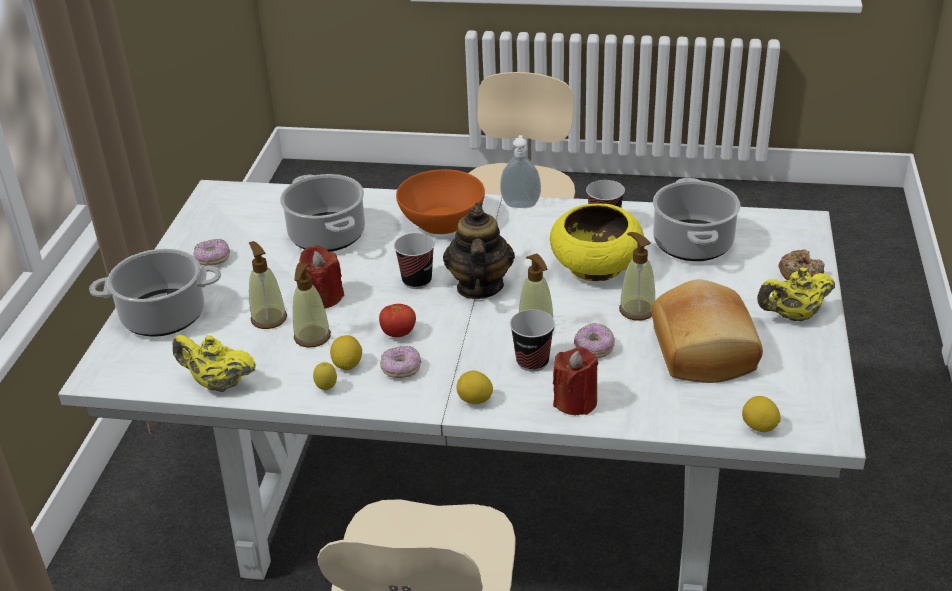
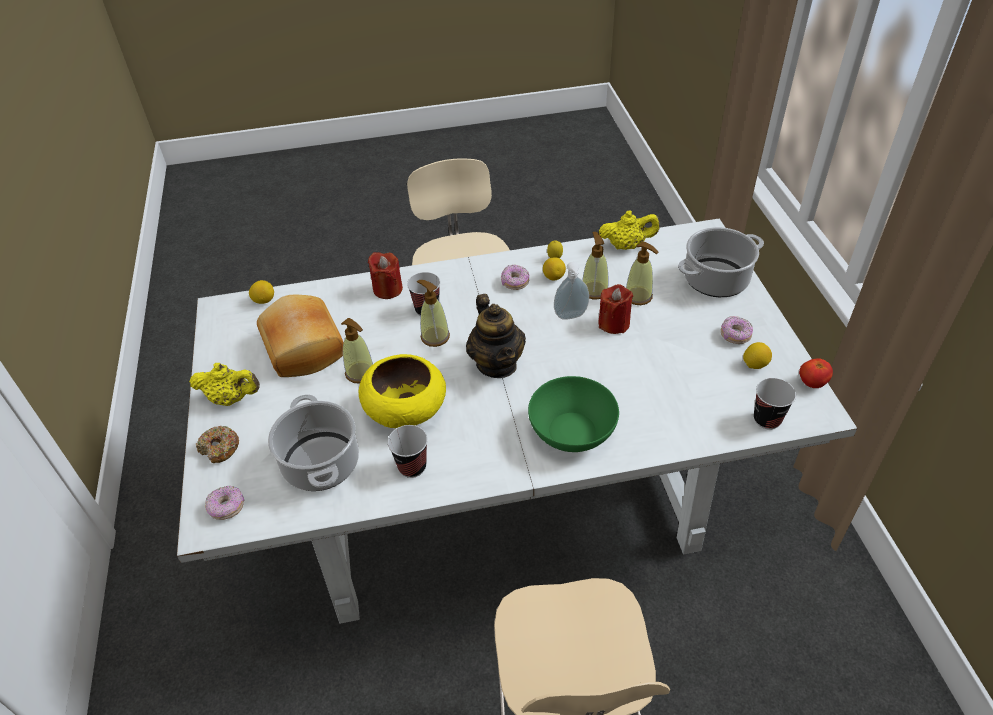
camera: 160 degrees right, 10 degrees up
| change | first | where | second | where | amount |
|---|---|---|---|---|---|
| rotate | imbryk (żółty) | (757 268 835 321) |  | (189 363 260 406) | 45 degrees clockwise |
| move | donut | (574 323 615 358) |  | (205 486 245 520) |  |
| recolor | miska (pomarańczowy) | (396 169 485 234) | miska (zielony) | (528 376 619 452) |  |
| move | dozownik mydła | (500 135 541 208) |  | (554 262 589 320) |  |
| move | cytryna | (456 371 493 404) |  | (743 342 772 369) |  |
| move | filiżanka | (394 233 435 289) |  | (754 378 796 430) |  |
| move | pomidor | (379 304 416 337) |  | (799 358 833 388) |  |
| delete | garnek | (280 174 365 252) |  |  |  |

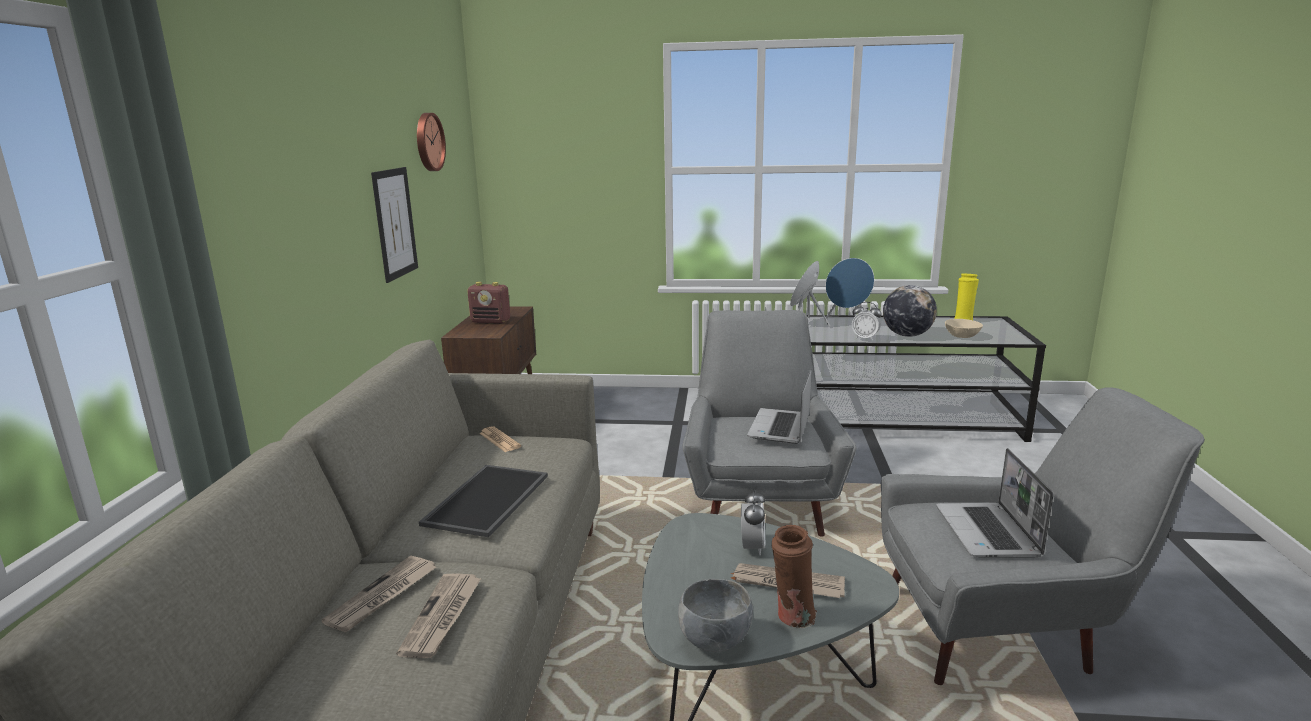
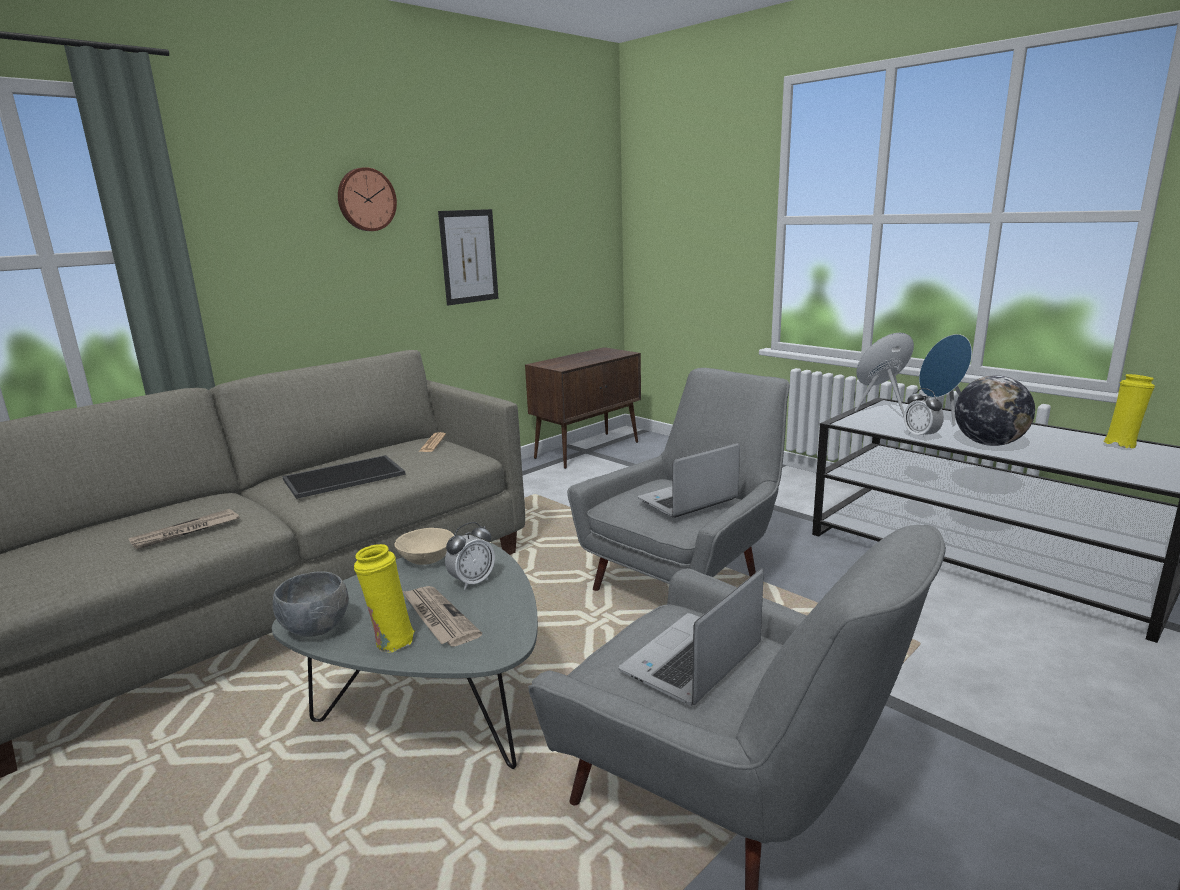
camera: 40 degrees right, 0 degrees up
| change | first | where | second | where | amount |
|---|---|---|---|---|---|
| move | zegar ścienny | (417 113 446 171) |  | (338 167 397 231) |  |
| recolor | wazon (brązowy) | (772 525 817 628) | wazon (żółty) | (354 544 415 653) |  |
| move | miska (beżowy) | (945 319 983 338) |  | (394 528 454 565) |  |
| delete | gazeta | (321 555 436 632) |  |  |  |
| delete | radio | (467 282 510 324) |  |  |  |

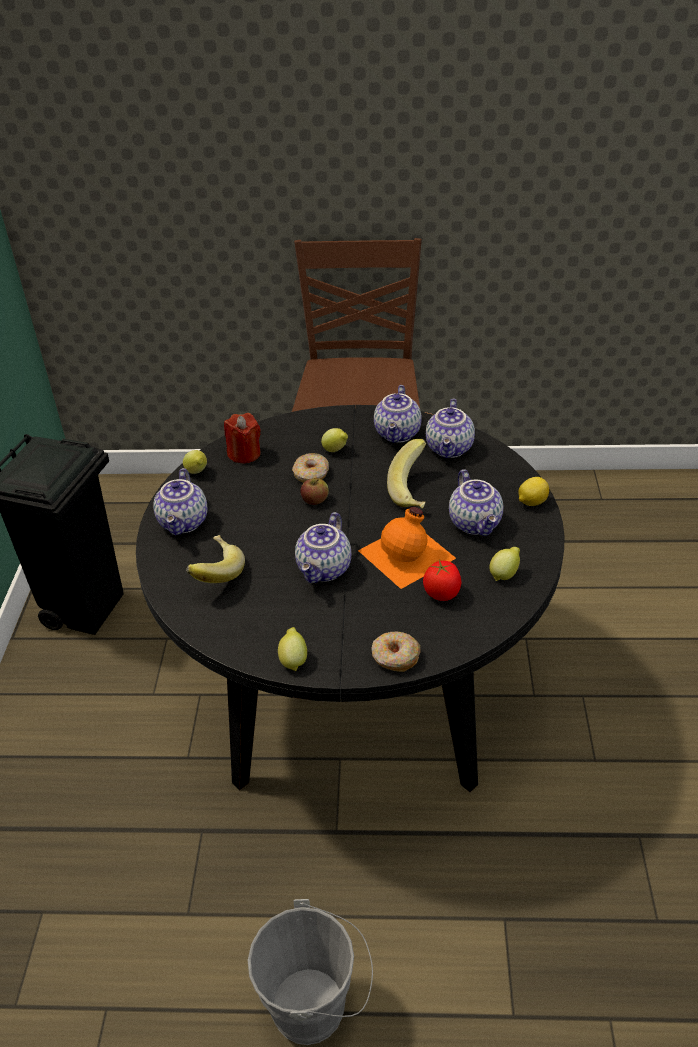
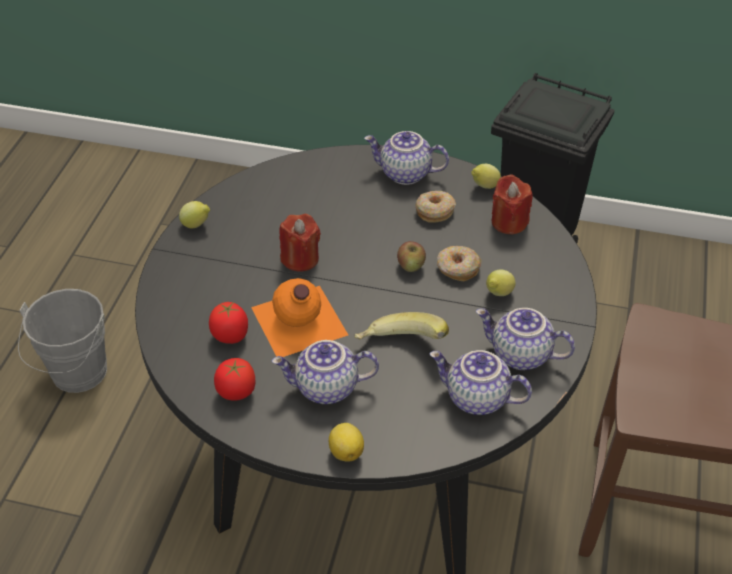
camera: 100 degrees right, 5 degrees up
| change | first | where | second | where | amount |
|---|---|---|---|---|---|
| replace | cytryna | (489 547 520 581) | pomidor | (214 358 255 401) |  |
| replace | imbryk | (295 512 351 583) | świeca (czerwony) | (279 214 321 272) |  |
| move | donut | (372 632 421 672) |  | (416 191 456 223) |  |
| delete | banan | (186 535 245 583) |  |  |  |

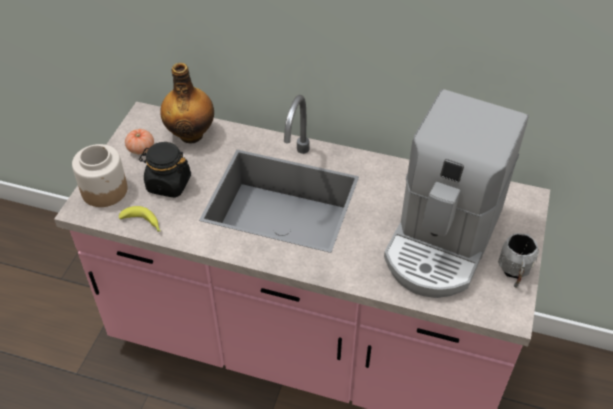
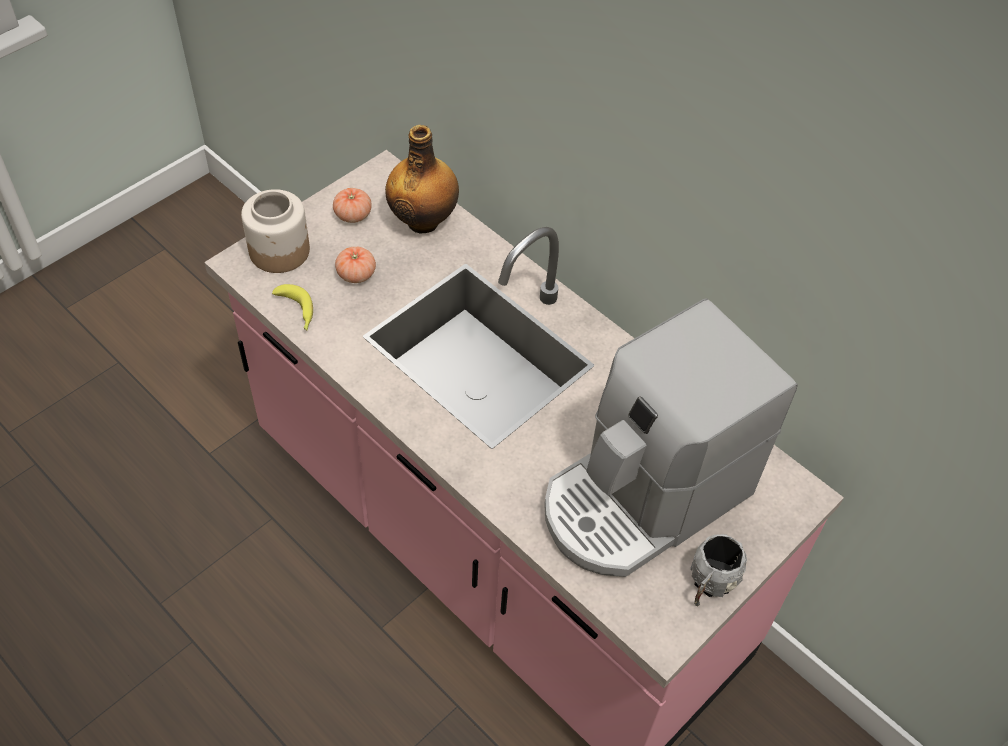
camera: 25 degrees right, 5 degrees up
| change | first | where | second | where | amount |
|---|---|---|---|---|---|
| replace | słoik (czarny) | (139 142 191 198) | pomidor | (335 247 376 283) |  |

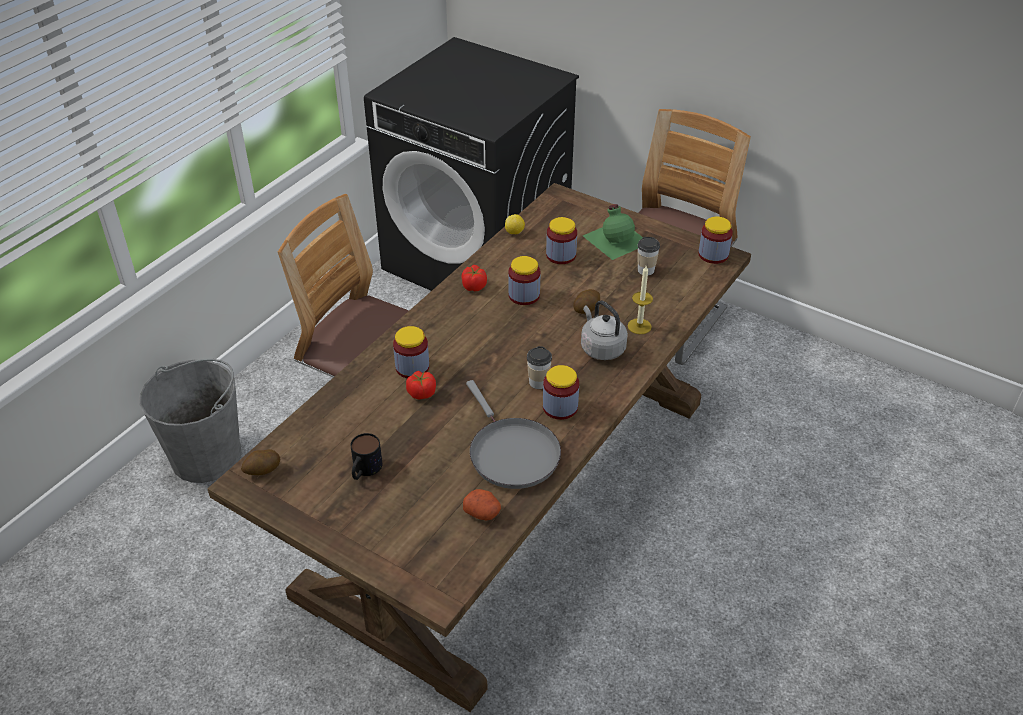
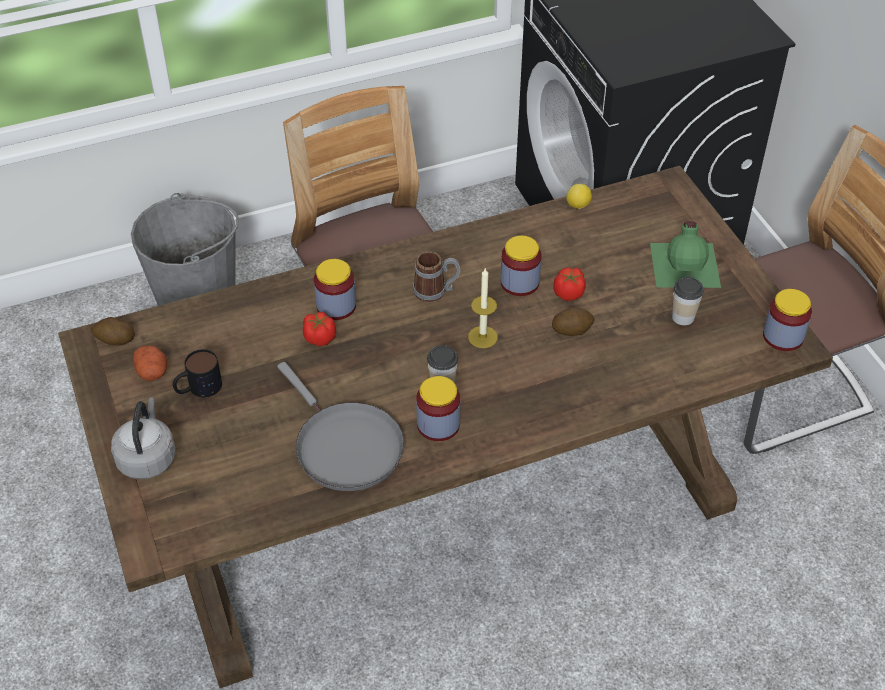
camera: 35 degrees right, 5 degrees up
| change | first | where | second | where | amount |
|---|---|---|---|---|---|
| move | czajnik (szary) | (581 301 628 360) |  | (111 398 175 479) |  |
| move | ziemniak | (463 489 501 521) |  | (133 345 168 381) |  |
| rotate | patelnia (szary) | (466 380 561 489) |  | (277 362 404 491) | 45 degrees counterclockwise |
| insert |  |  | kubek | (413 251 460 302) |  |
| move | świeca | (628 266 653 334) |  | (468 267 498 348) |  |
| move | pomidor | (462 265 487 291) |  | (554 267 586 301) |  |
| delete | słoik | (546 217 577 264) |  |  |  |

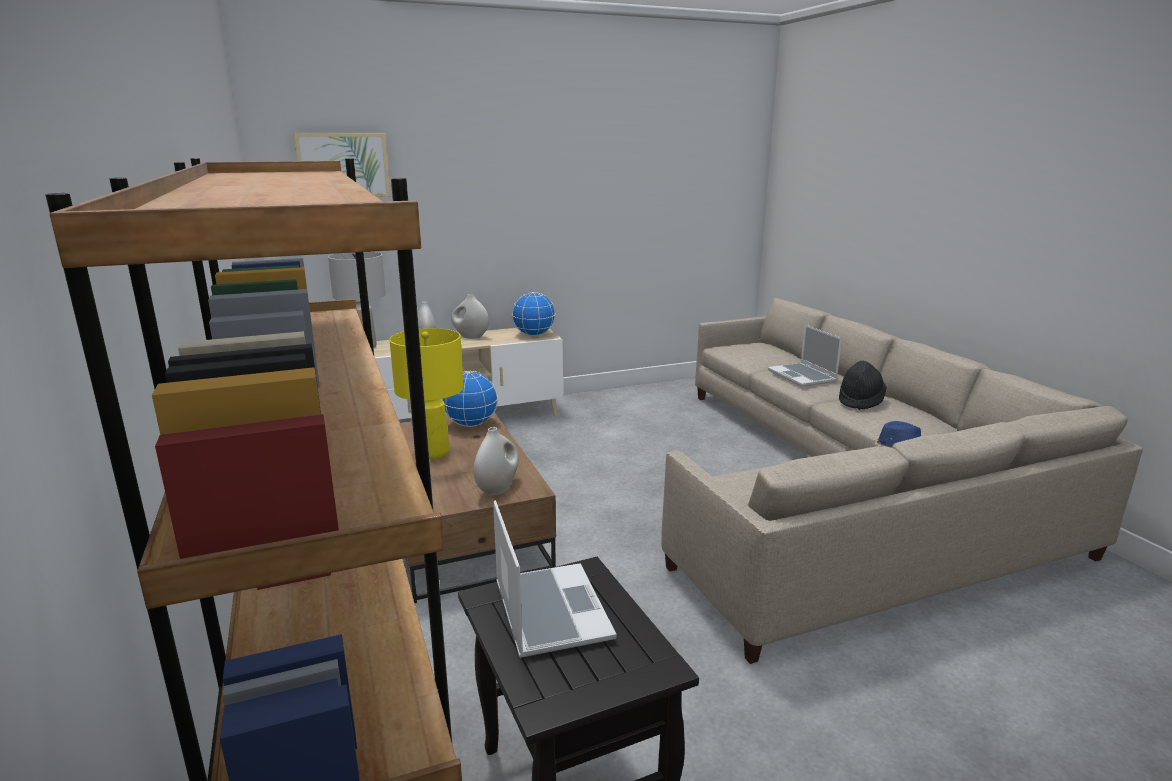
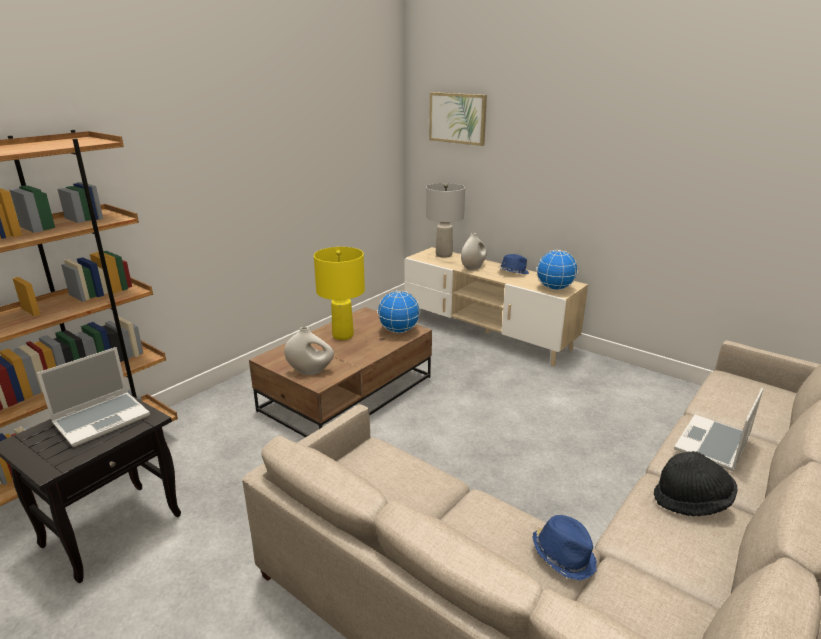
camera: 60 degrees right, 5 degrees up
| change | first | where | second | where | amount |
|---|---|---|---|---|---|
| replace | wazon (biały) | (451 294 489 339) | kapelusz (niebieski) | (498 254 529 274) |  |

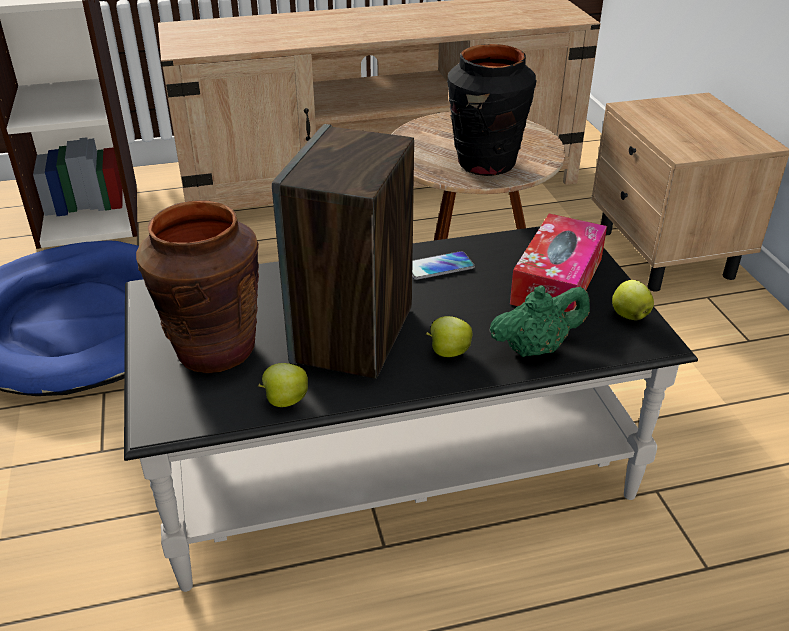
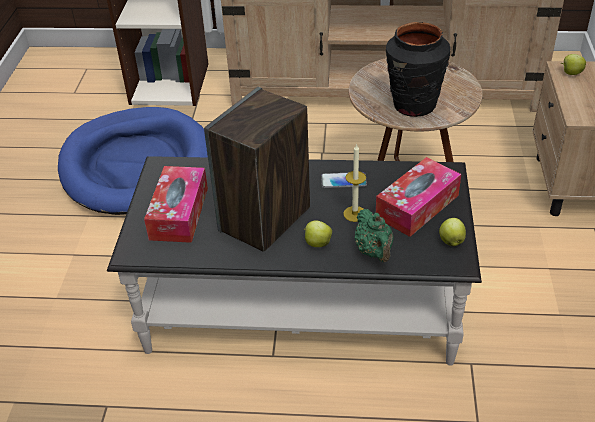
camera: 20 degrees right, 5 degrees up
| change | first | where | second | where | amount |
|---|---|---|---|---|---|
| replace | wazon (brązowy) | (136 200 259 373) | pudełko chusteczek | (144 166 208 243) |  |
| insert |  |  | świeca | (343 144 366 222) |  |
| rotate | imbryk (zielony) | (489 285 590 357) |  | (355 209 394 262) | 75 degrees clockwise |
| move | jabłko | (258 363 308 407) |  | (561 54 586 75) |  |

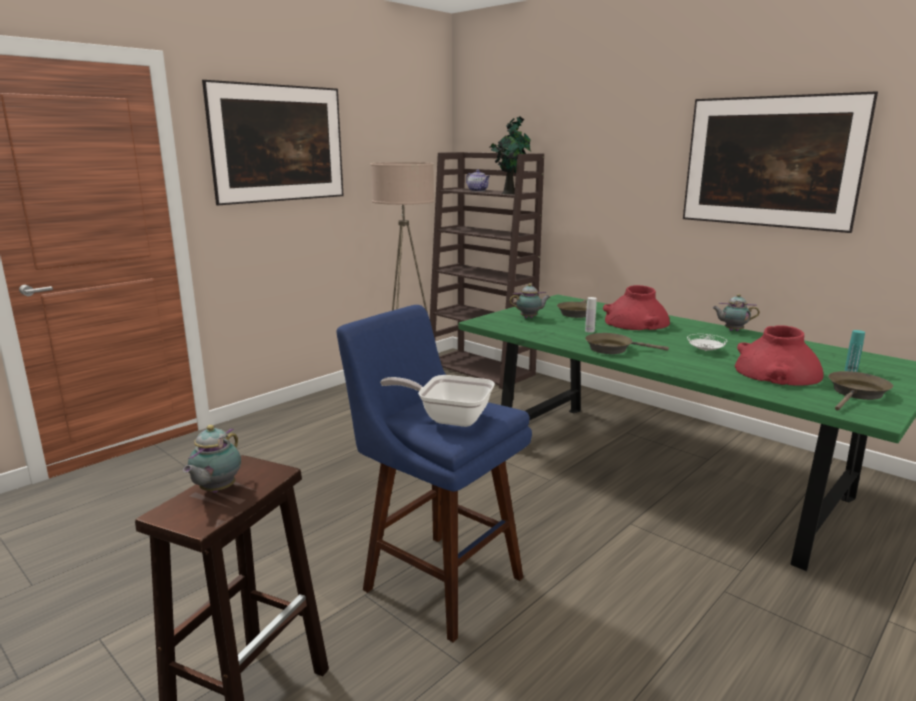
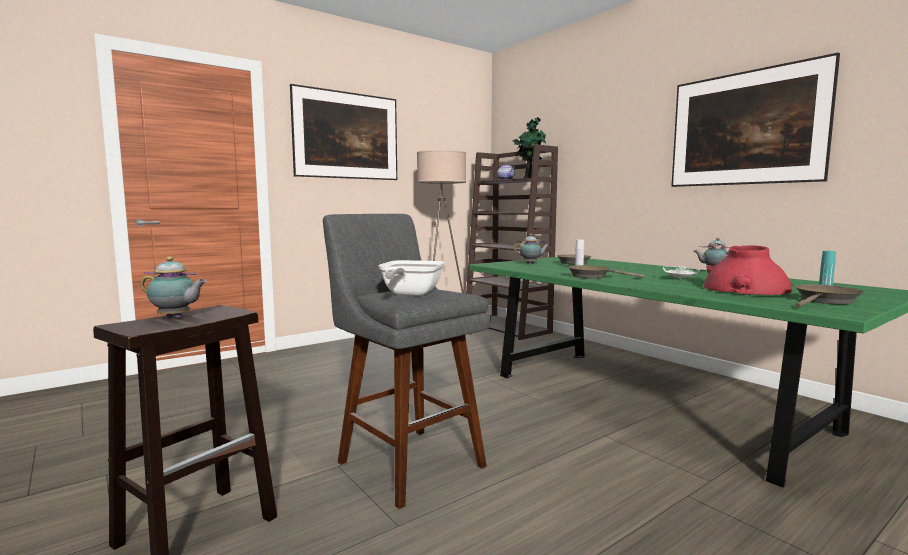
camera: 10 degrees right, 10 degrees down
| change | first | where | second | where | amount |
|---|---|---|---|---|---|
| rotate | imbryk | (183 425 241 493) |  | (141 257 207 318) | 105 degrees counterclockwise |
| recolor | stołek (niebieski) | (336 305 532 643) | stołek (szary) | (323 214 491 509) |  |
| rotate | patelnia | (380 375 495 427) |  | (378 260 445 296) | 105 degrees counterclockwise |
| delete | wazon (czerwony) | (603 285 670 330) |  |  |  |

